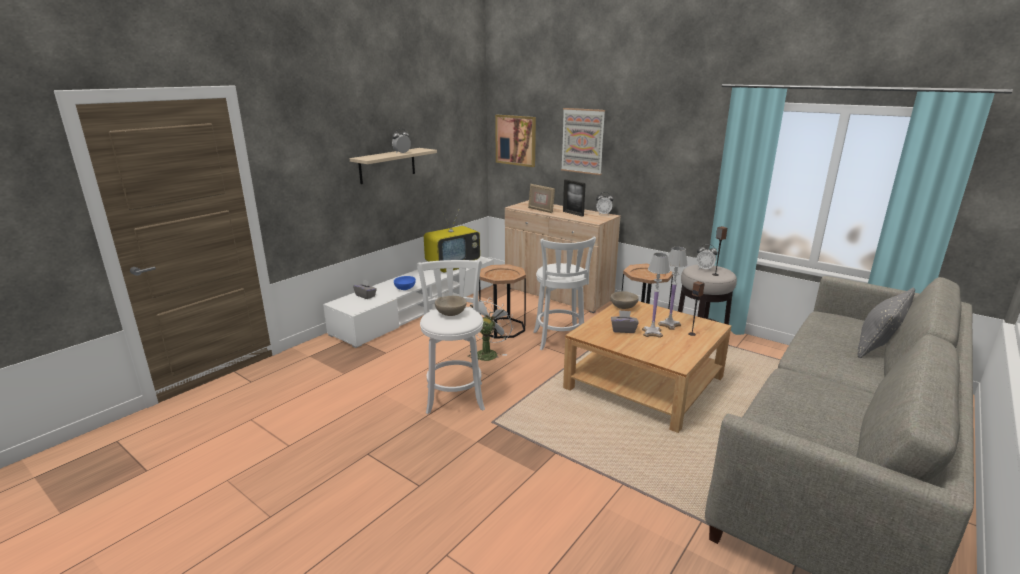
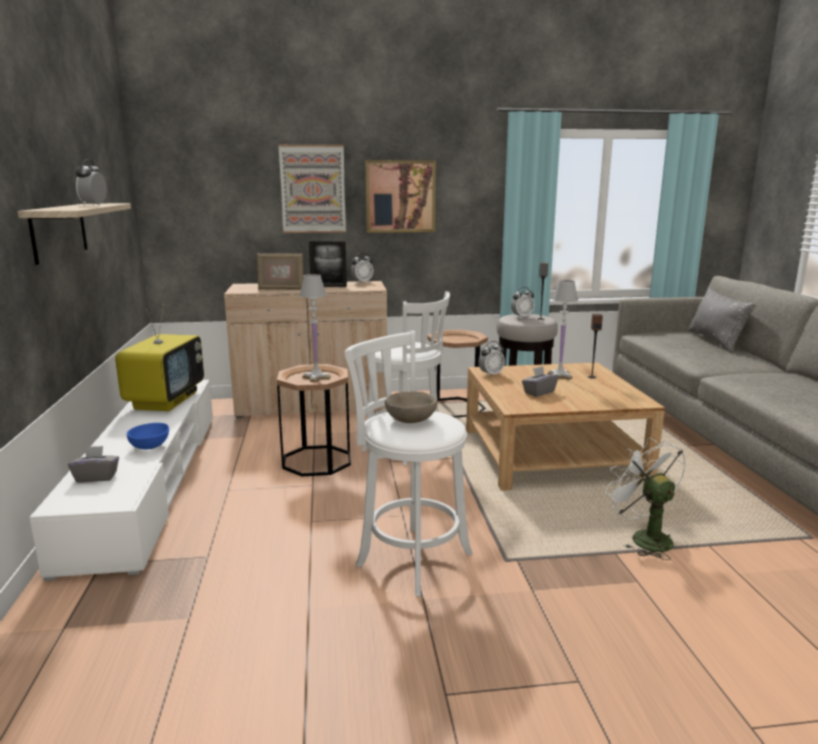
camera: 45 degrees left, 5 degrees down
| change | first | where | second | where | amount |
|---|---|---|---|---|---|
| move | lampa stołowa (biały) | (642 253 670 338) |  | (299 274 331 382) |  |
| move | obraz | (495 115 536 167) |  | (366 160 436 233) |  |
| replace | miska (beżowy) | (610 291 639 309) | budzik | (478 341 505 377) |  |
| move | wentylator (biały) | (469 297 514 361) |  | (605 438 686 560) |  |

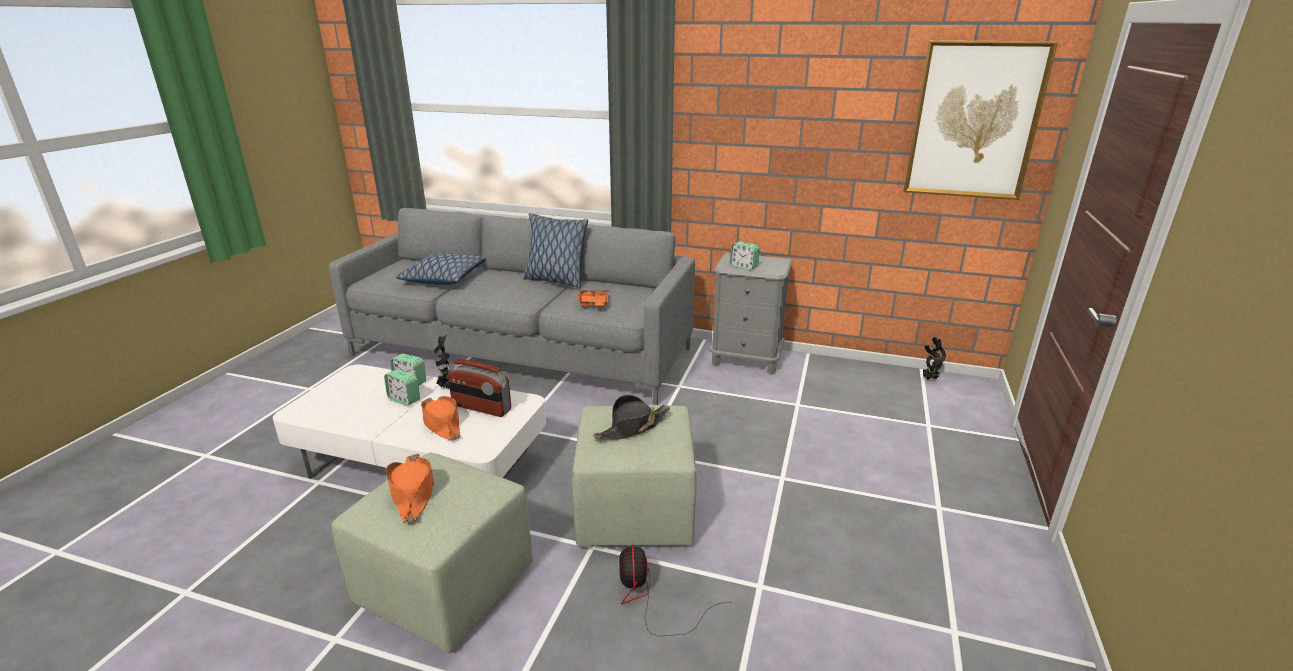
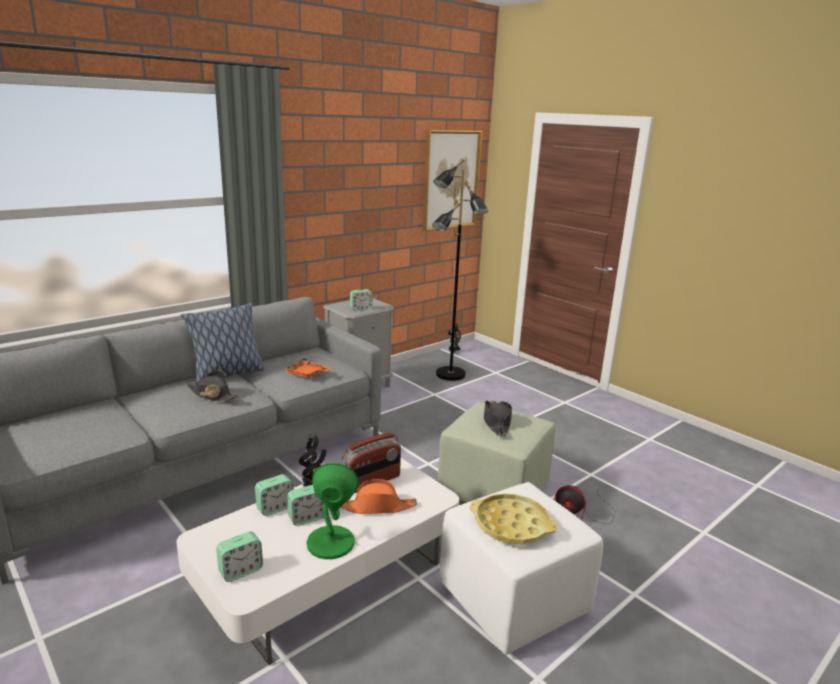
camera: 60 degrees left, 5 degrees down
| change | first | where | second | where | amount |
|---|---|---|---|---|---|
| insert |  |  | kapelusz (czarny) | (187 370 240 402) |  |
| insert |  |  | budzik | (216 531 263 582) |  |
| insert |  |  | lampa stołowa (zielony) | (306 463 359 559) |  |
| insert |  |  | lampa stojąca (czarny) | (432 158 488 381) |  |
| recolor | pufa (zielony) | (331 453 533 652) | pufa (biały) | (439 482 603 655) |  |
| replace | kapelusz (pomarańczowy) | (385 454 434 523) | taca (żółty) | (470 493 557 544) |  |
| delete | poduszka | (396 253 486 285) |  |  |  |

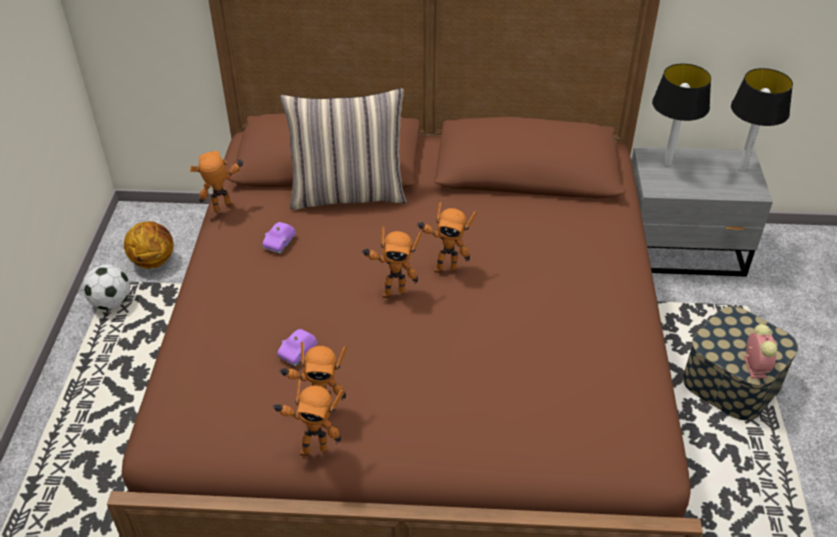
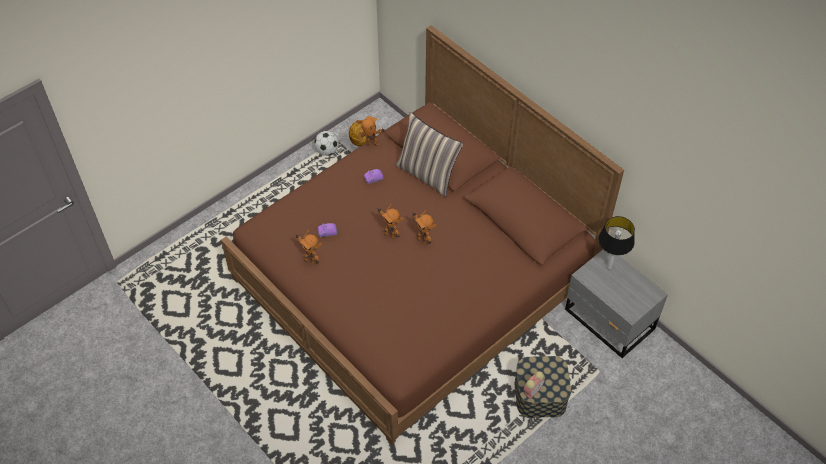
camera: 45 degrees right, 10 degrees up
| change | first | where | second | where | amount |
|---|---|---|---|---|---|
| delete | robot zabawkowy | (272 379 344 456) |  |  |  |
| delete | lampa stołowa | (731 68 793 172) |  |  |  |

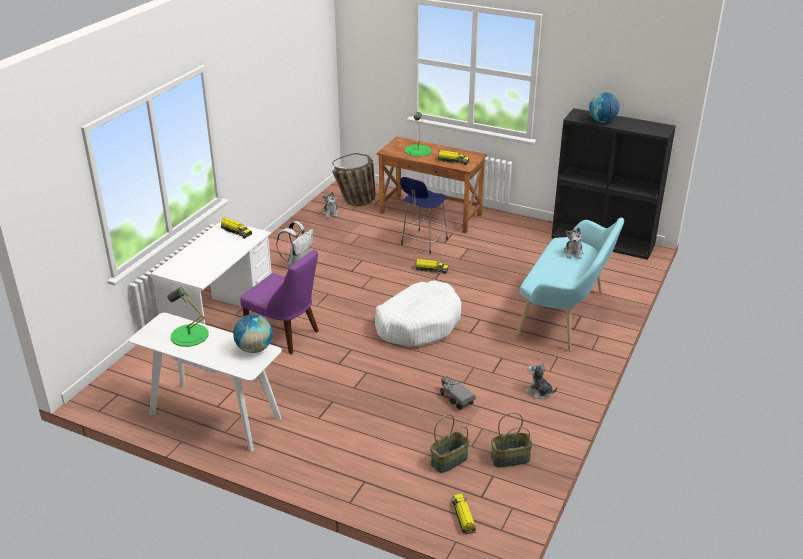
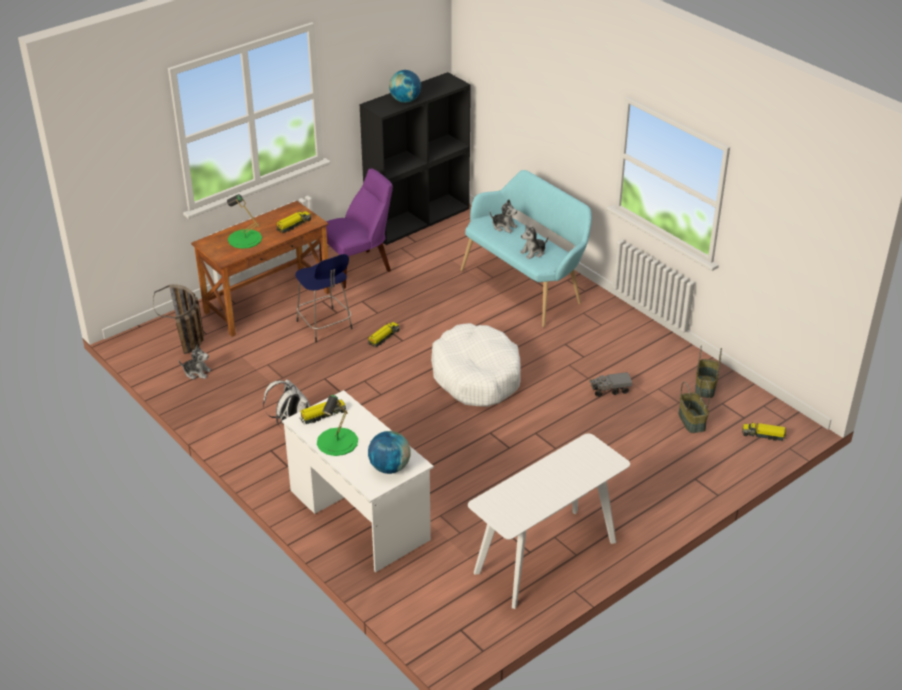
camera: 65 degrees left, 5 degrees up
| change | first | where | second | where | amount |
|---|---|---|---|---|---|
| move | lampa stołowa (zielony) | (167 287 208 347) |  | (317 395 358 456) |  |
| move | krzesło (fioletowy) | (240 250 319 354) |  | (319 169 393 289) |  |
| move | globus | (233 314 273 353) |  | (368 431 411 474) |  |
| move | pluszak | (525 362 557 399) |  | (520 225 548 259) |  |

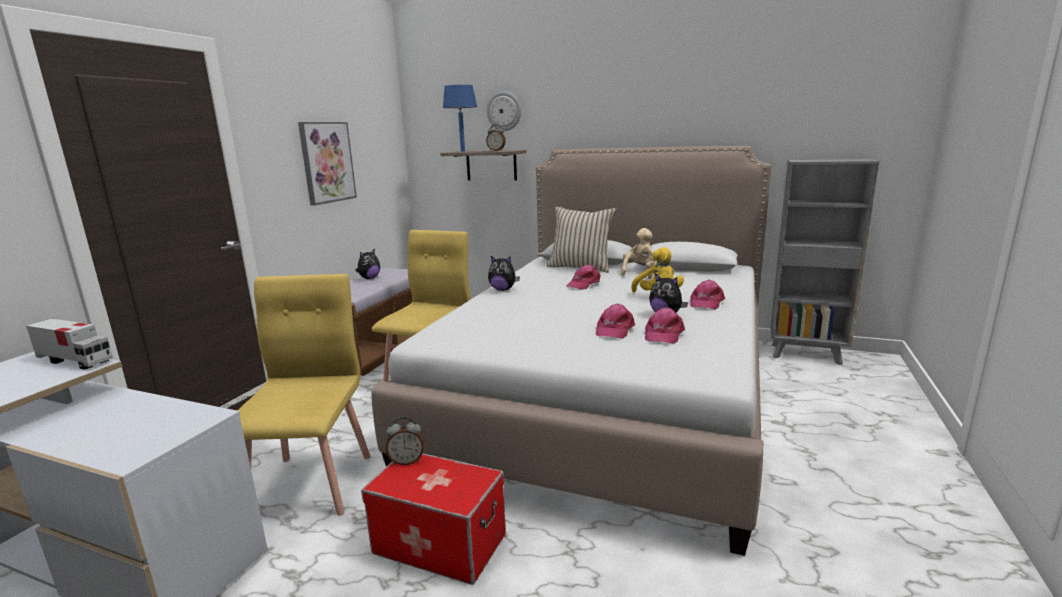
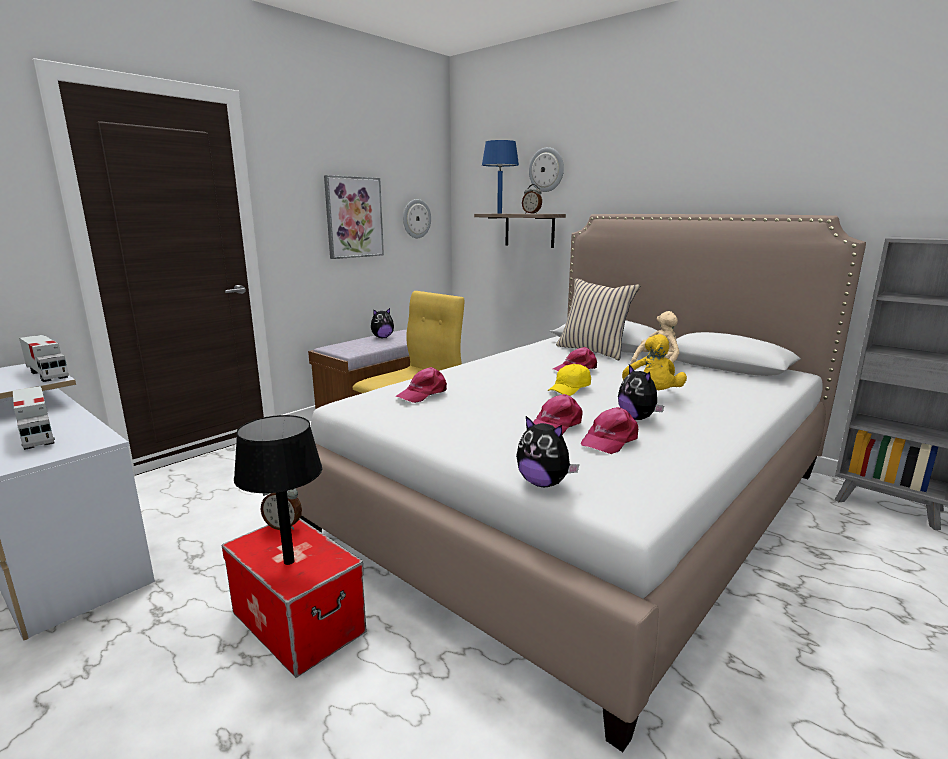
camera: 20 degrees right, 0 degrees up
| change | first | where | second | where | amount |
|---|---|---|---|---|---|
| insert |  |  | ciężarówka zabawkowa | (13 386 55 450) |  |
| insert |  |  | lampa stołowa (czarny) | (234 415 322 565) |  |
| move | czapka z daszkiem (różowy) | (690 280 725 310) |  | (395 367 447 403) |  |
| insert |  |  | zegar ścienny | (403 199 431 238) |  |
| move | pluszak | (488 256 520 291) |  | (516 416 579 487) |  |
| insert |  |  | czapka z daszkiem (żółty) | (548 364 591 396) |  |
| delete | krzesło (żółty) | (237 274 371 516) |  |  |  |

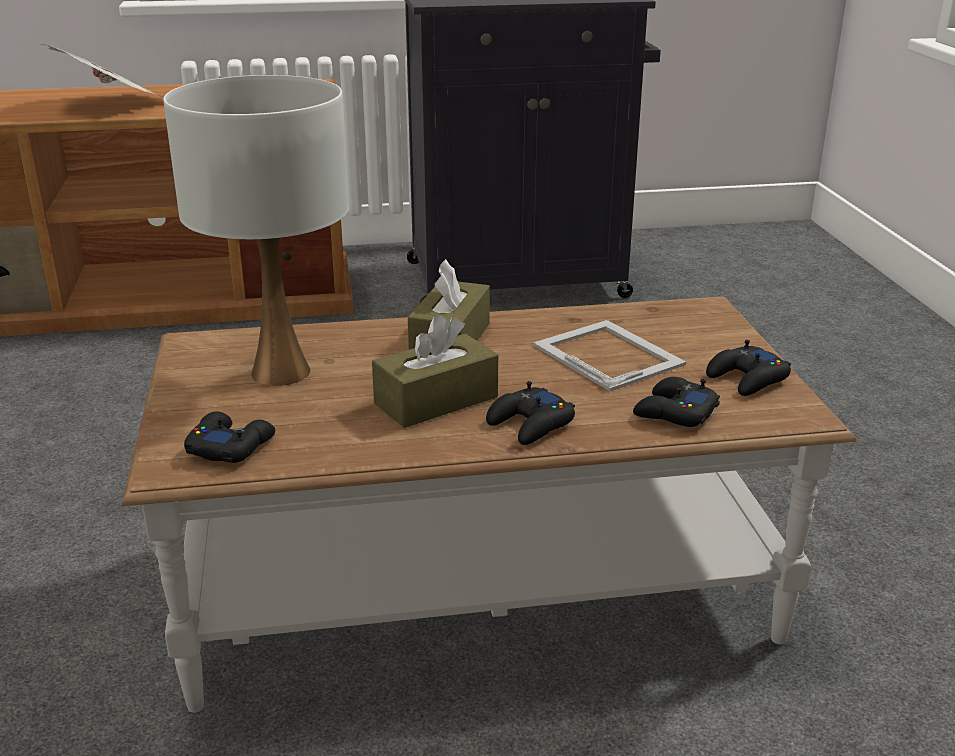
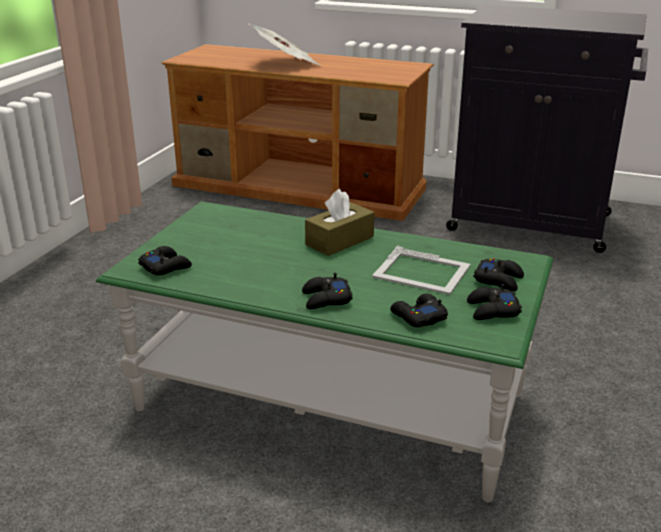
camera: 30 degrees right, 0 degrees up
| change | first | where | second | where | amount |
|---|---|---|---|---|---|
| recolor | ława (brązowy) | (122 296 856 713) | ława (zielony) | (96 201 553 502) |  |
| rotate | ramka na zdjęcie | (533 320 686 391) |  | (372 245 471 295) | 120 degrees clockwise |
| insert |  |  | pad do gier (czarny) | (473 259 524 291) |  |
| delete | lampa stołowa (biały) | (163 75 349 386) |  |  |  |
| delete | pudełko chusteczek (brązowy) | (372 315 498 428) |  |  |  |

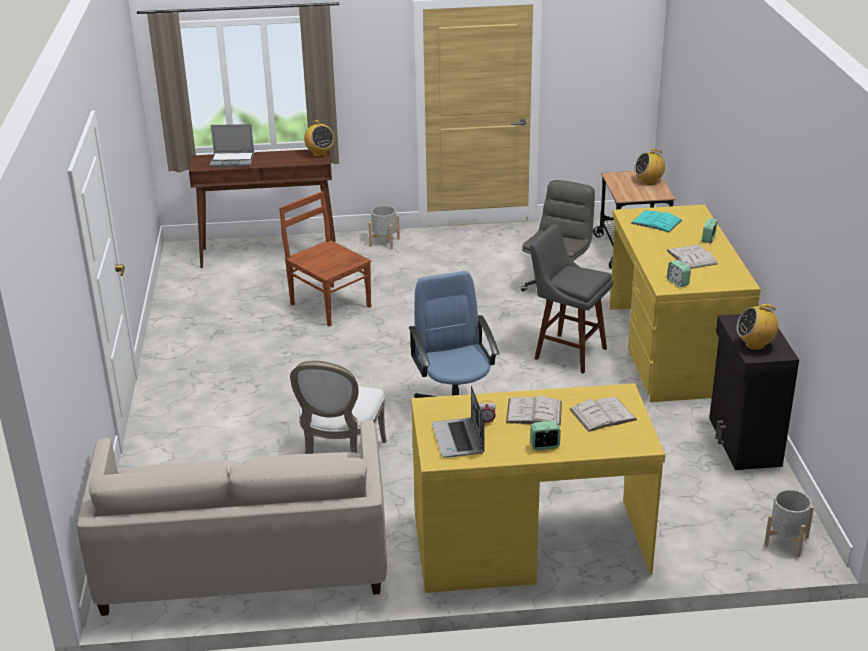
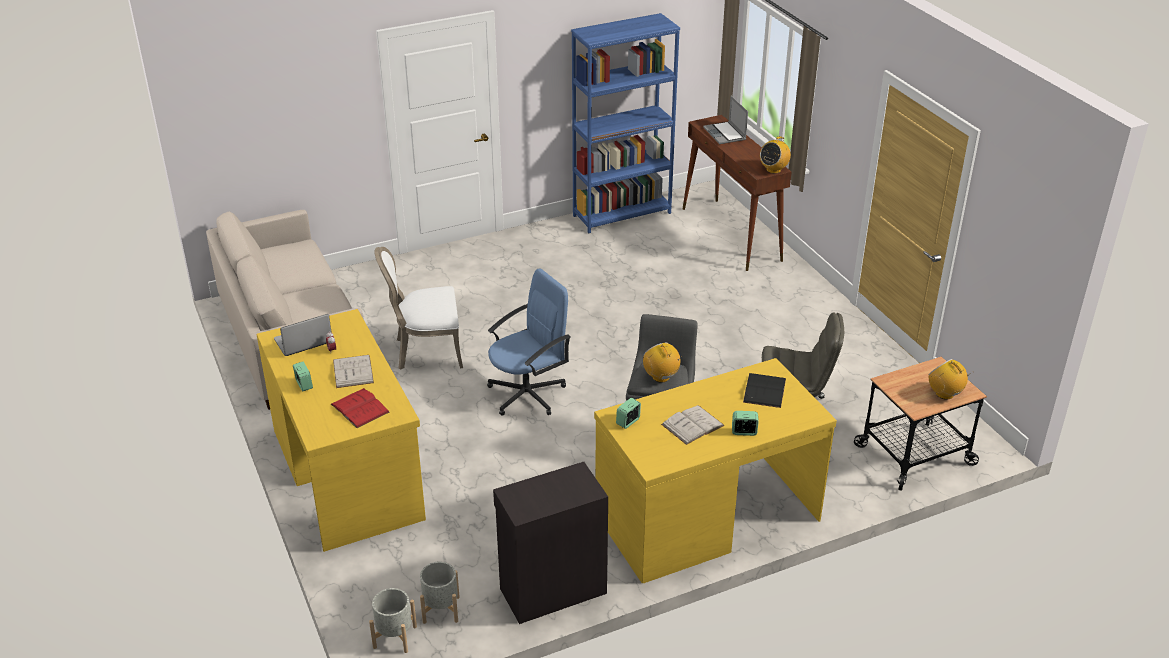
camera: 70 degrees right, 5 degrees up
| change | first | where | second | where | amount |
|---|---|---|---|---|---|
| recolor | książka (biały) | (569 397 637 432) | książka (czerwony) | (331 388 389 428) |  |
| move | donica (szary) | (368 206 400 249) |  | (420 562 460 624) |  |
| insert |  |  | regał (niebieski) | (571 13 680 233) |  |
| move | radio | (737 304 778 350) |  | (643 343 682 382) |  |
| recolor | książka (turkusowy) | (631 210 682 233) | książka (czarny) | (743 373 786 408) |  |
| delete | krzesło (brązowy) | (279 191 371 326) |  |  |  |

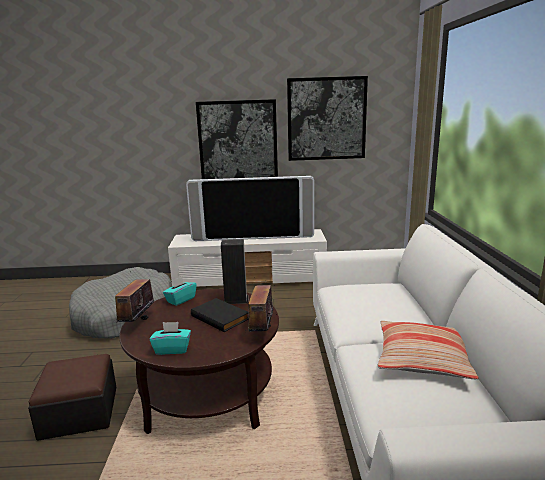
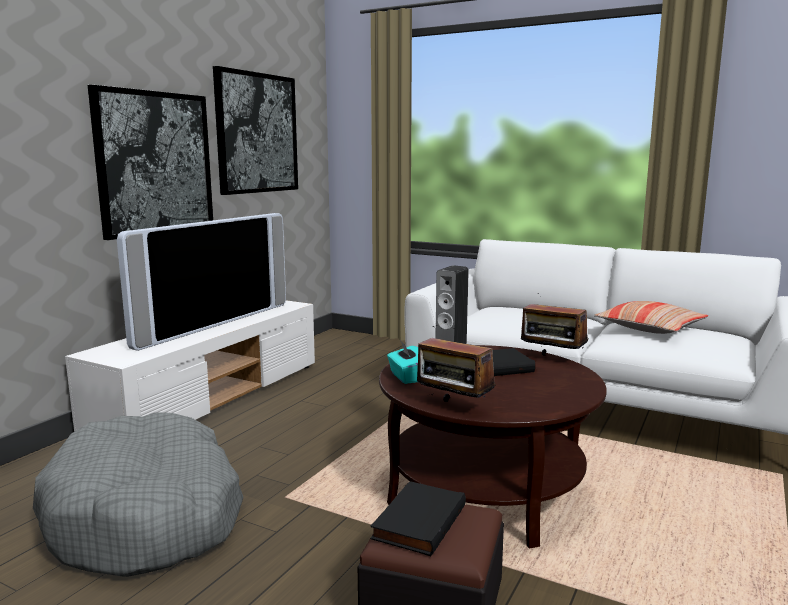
camera: 60 degrees left, 5 degrees down
| change | first | where | second | where | amount |
|---|---|---|---|---|---|
| insert |  |  | książka (czarny) | (370 481 466 556) |  |
| delete | pudełko chusteczek (turkusowy) | (150 322 191 355) |  |  |  |

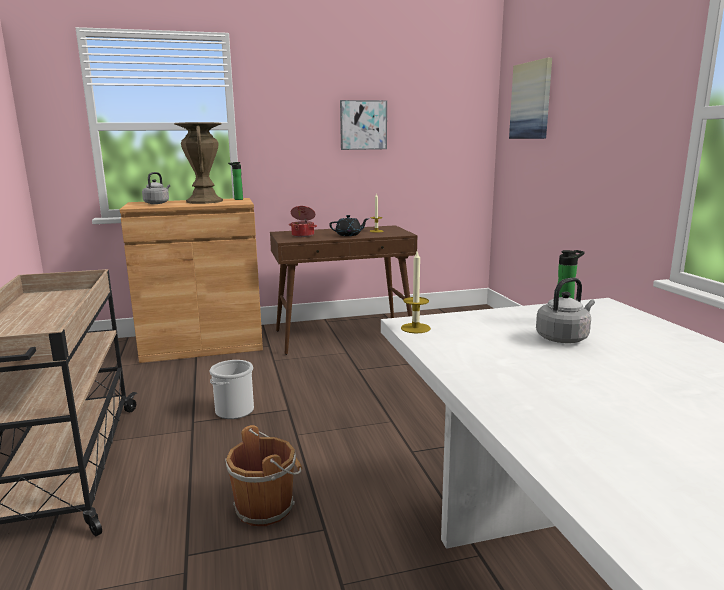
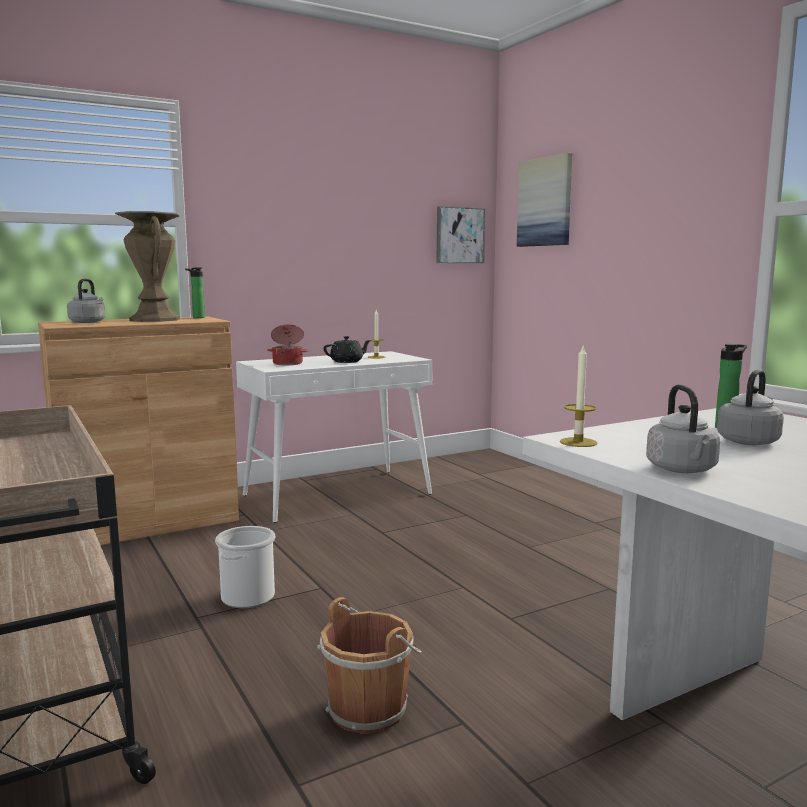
camera: 15 degrees left, 5 degrees down
| change | first | where | second | where | amount |
|---|---|---|---|---|---|
| recolor | stolik konsolowy (brązowy) | (270 225 418 355) | stolik konsolowy (biały) | (236 351 433 523) |  |
| move | obraz | (340 100 387 150) |  | (437 206 485 263) |  |
| insert |  |  | czajnik (szary) | (646 384 720 473) |  |

